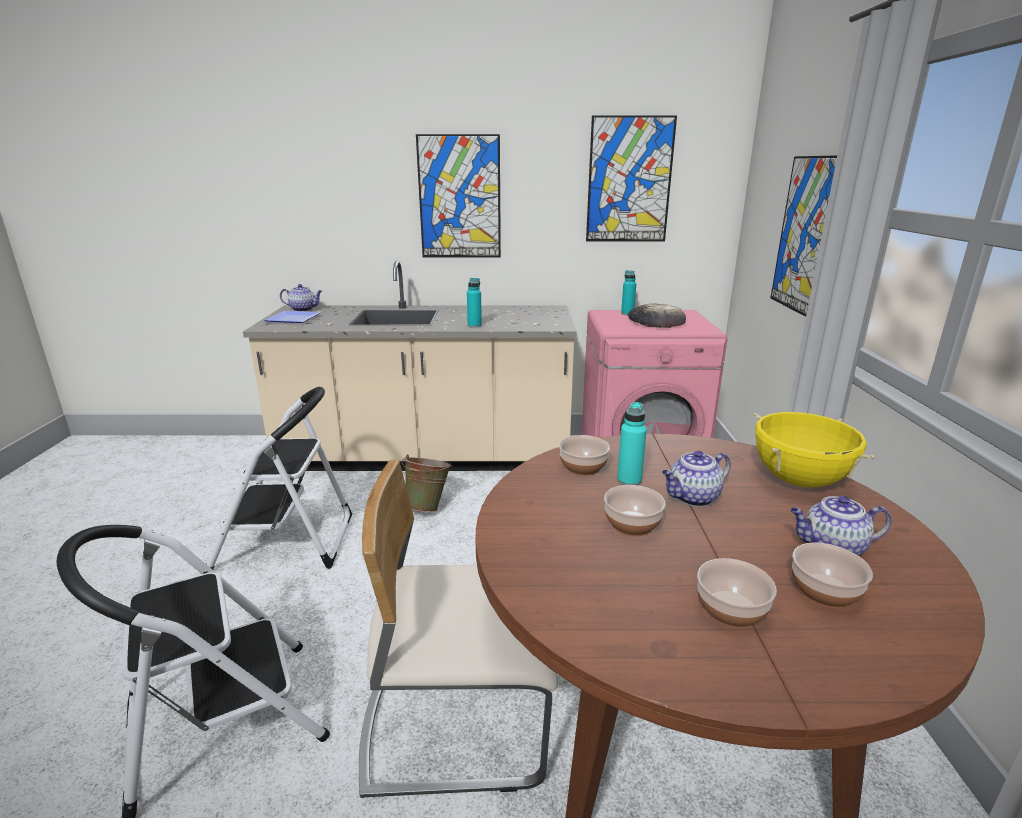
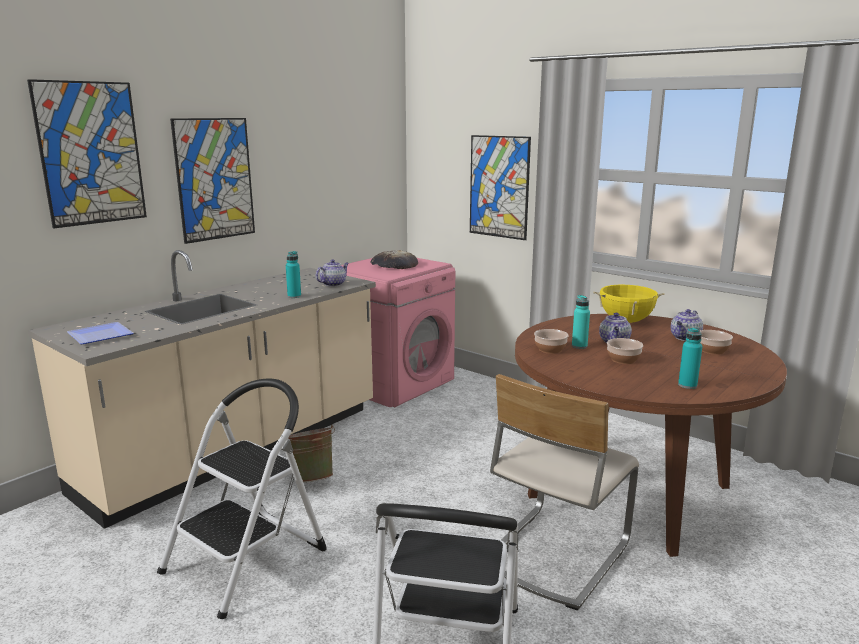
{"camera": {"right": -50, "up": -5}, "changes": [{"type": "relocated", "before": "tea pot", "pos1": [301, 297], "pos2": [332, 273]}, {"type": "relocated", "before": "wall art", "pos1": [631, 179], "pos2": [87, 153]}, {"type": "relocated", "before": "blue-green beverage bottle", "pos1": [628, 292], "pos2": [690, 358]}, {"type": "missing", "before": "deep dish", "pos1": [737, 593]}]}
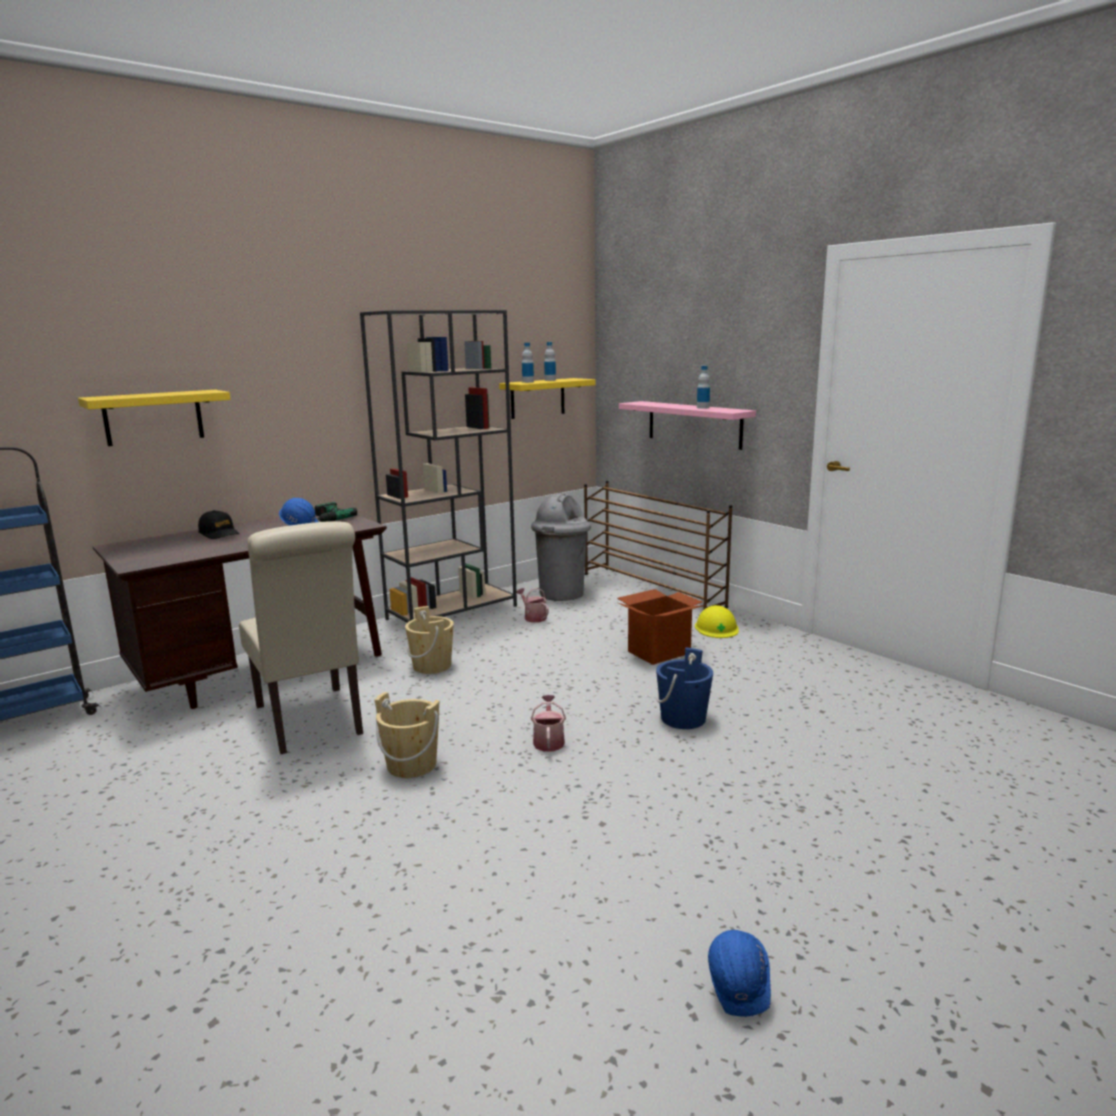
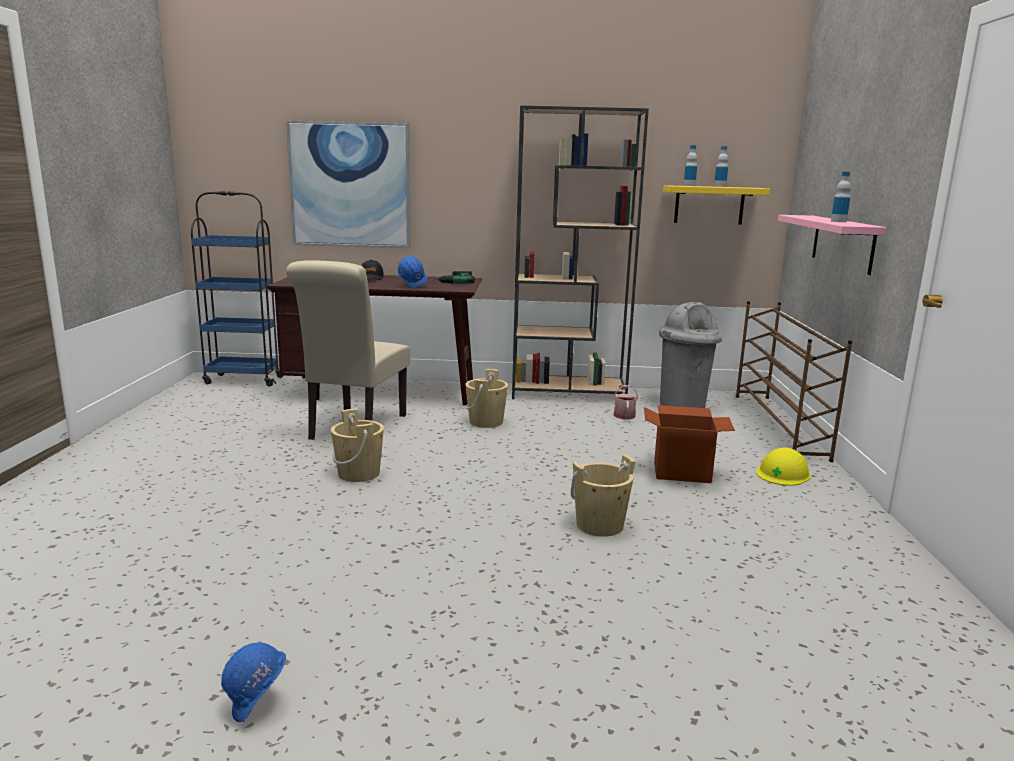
{"camera": {"right": 40, "up": 0}, "changes": [{"type": "exchanged", "before": "yellowish wall shelf", "after": "wall art", "pos1": [154, 418], "pos2": [348, 184]}, {"type": "missing", "before": "watering pot", "pos1": [548, 723]}, {"type": "colour", "before": "blue bucket", "after": "sand-coloured bucket", "pos1": [684, 688], "pos2": [603, 496]}]}
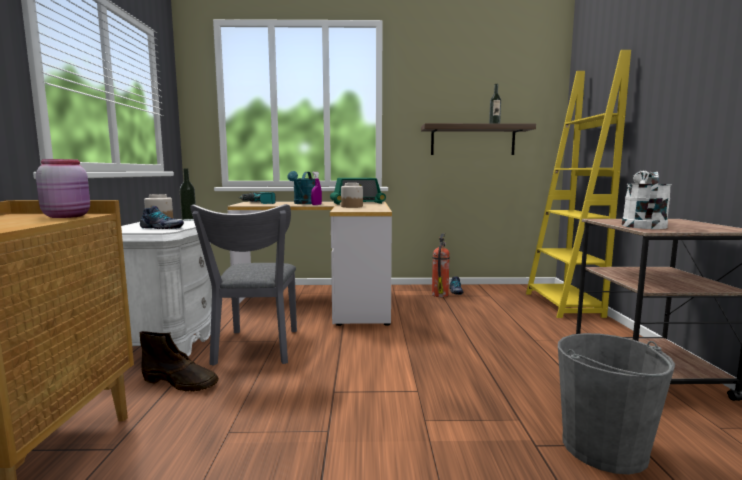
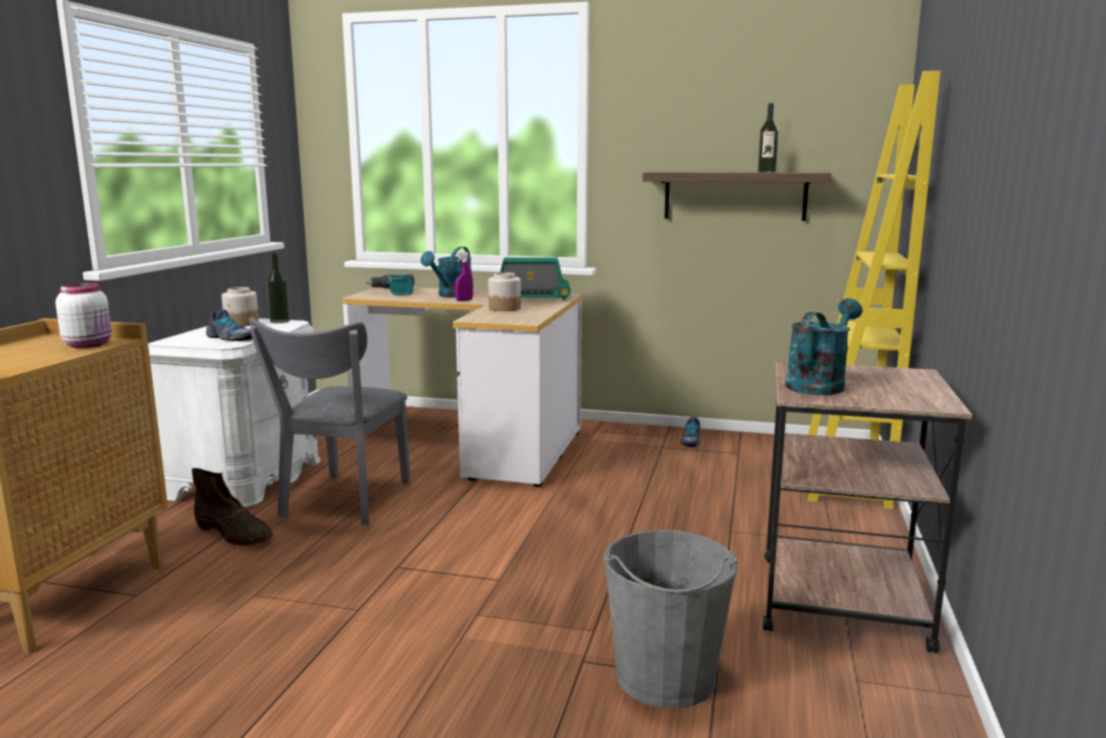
{"camera": {"right": 15, "up": 5}, "changes": [{"type": "colour", "before": "pinkish storage jar", "after": "white storage jar", "pos1": [63, 188], "pos2": [84, 315]}, {"type": "missing", "before": "fire-fighting cylinder", "pos1": [441, 265]}, {"type": "colour", "before": "white watering pot", "after": "blue-green watering pot", "pos1": [647, 200], "pos2": [824, 346]}]}
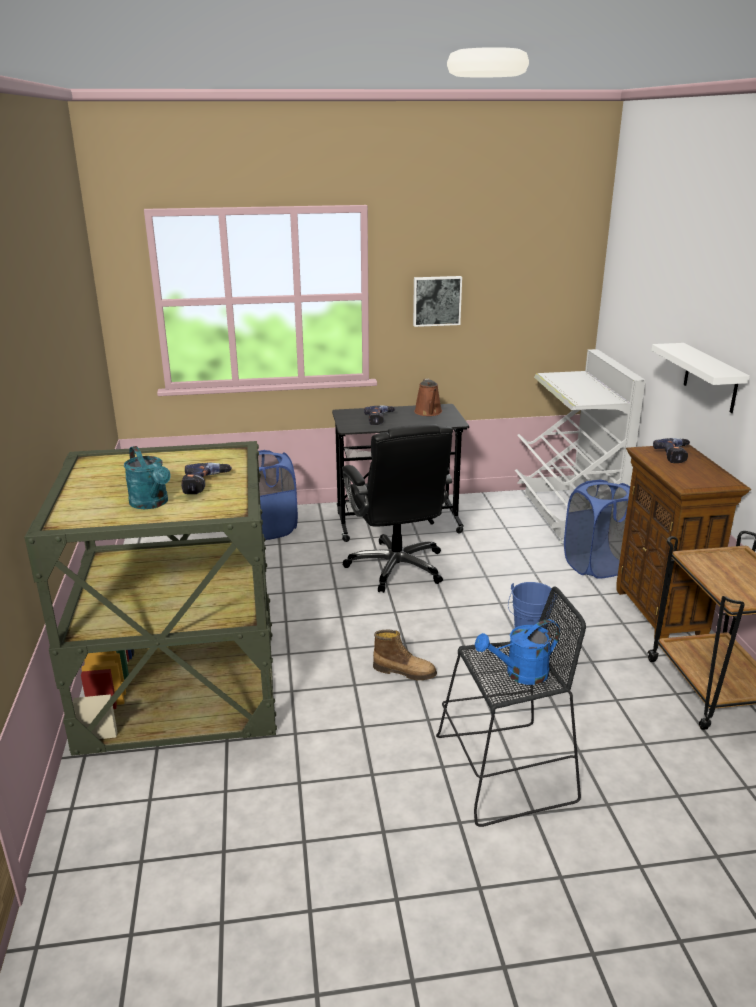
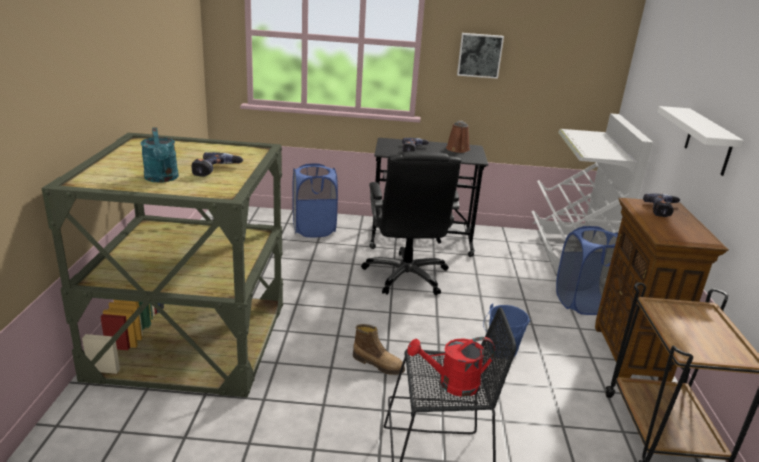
{"camera": {"right": 10, "up": 0}, "changes": [{"type": "colour", "before": "blue watering pot", "after": "red watering pot", "pos1": [517, 652], "pos2": [451, 367]}]}
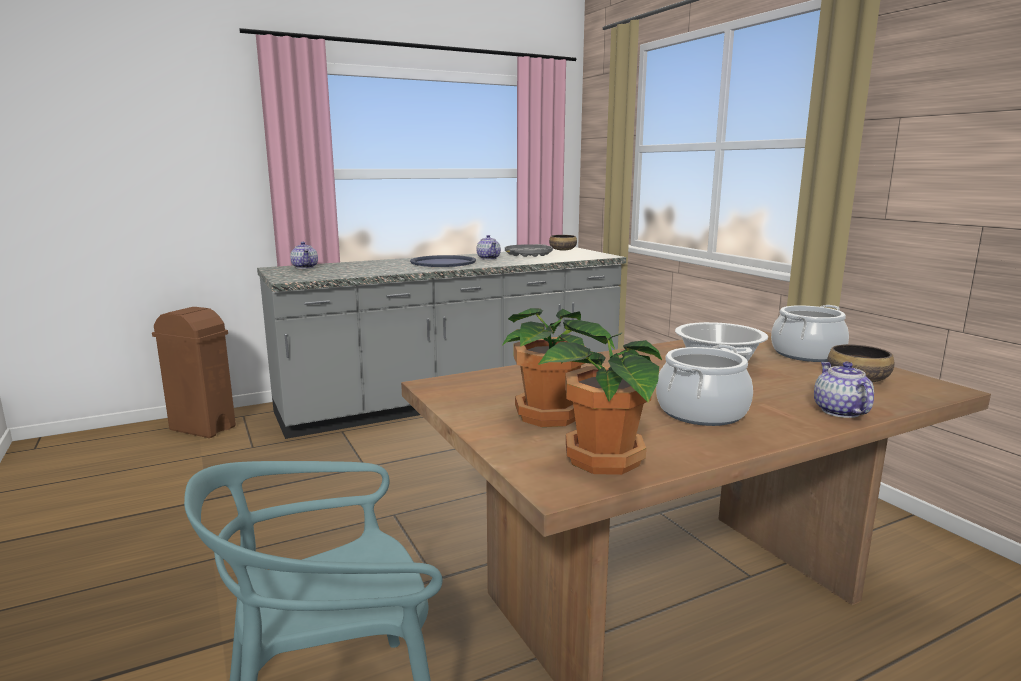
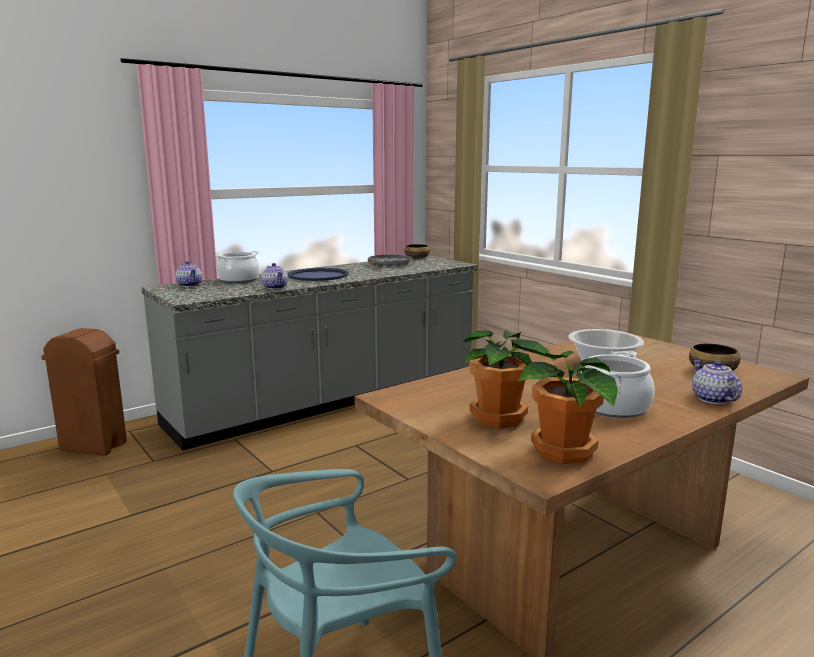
{"camera": {"right": -10, "up": 0}, "changes": [{"type": "relocated", "before": "tea pot", "pos1": [488, 247], "pos2": [274, 276]}, {"type": "relocated", "before": "cooking pot", "pos1": [810, 333], "pos2": [237, 267]}]}
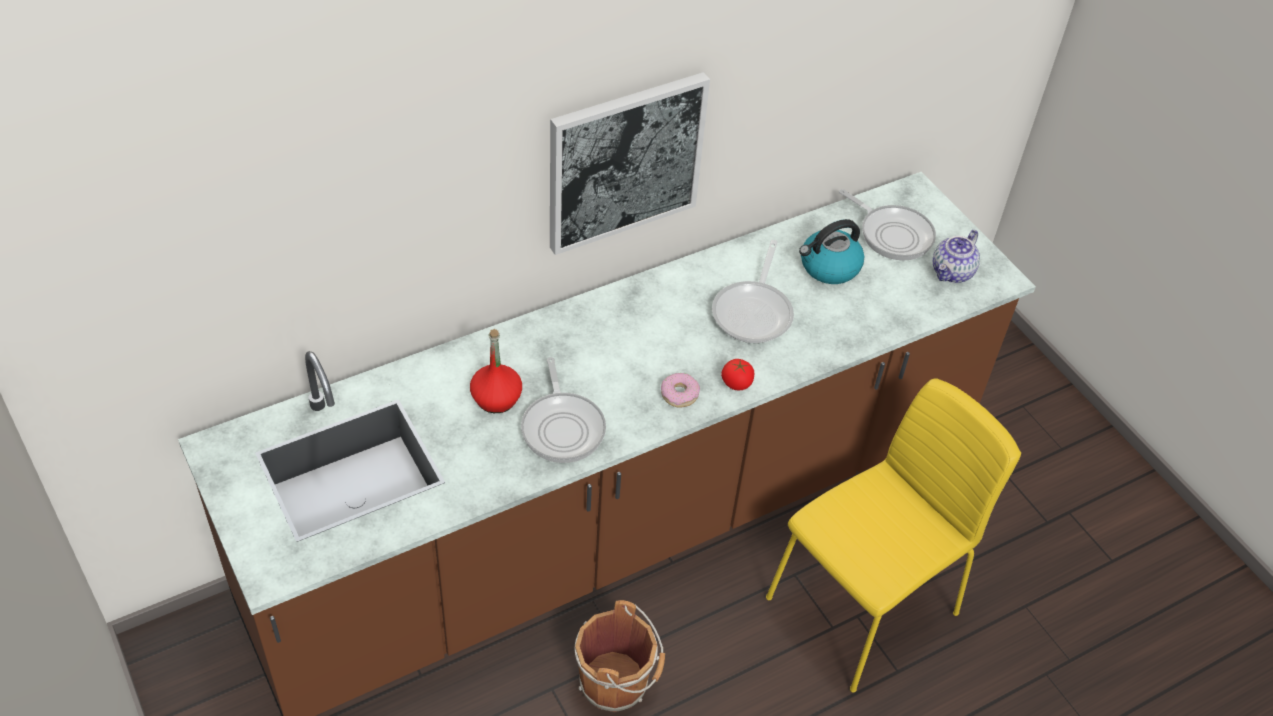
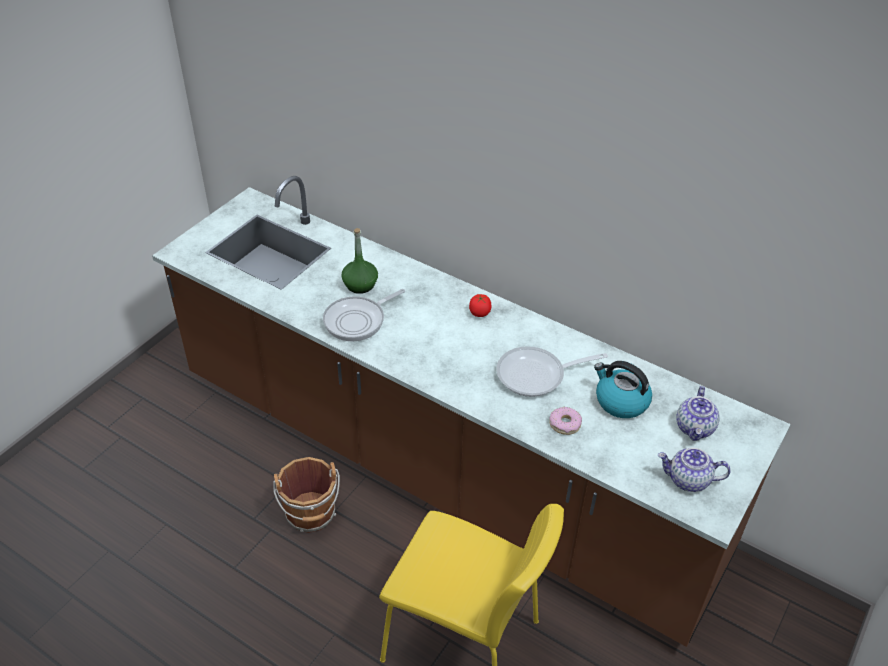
{"camera": {"right": 65, "up": -5}, "changes": [{"type": "colour", "before": "red beverage bottle", "after": "green-coloured beverage bottle", "pos1": [496, 371], "pos2": [359, 261]}, {"type": "missing", "before": "wall art", "pos1": [630, 163]}, {"type": "relocated", "before": "ring doughnut", "pos1": [680, 390], "pos2": [565, 421]}, {"type": "relocated", "before": "tomato", "pos1": [737, 374], "pos2": [480, 305]}, {"type": "exchanged", "before": "skillet", "after": "tea pot", "pos1": [887, 225], "pos2": [698, 413]}]}
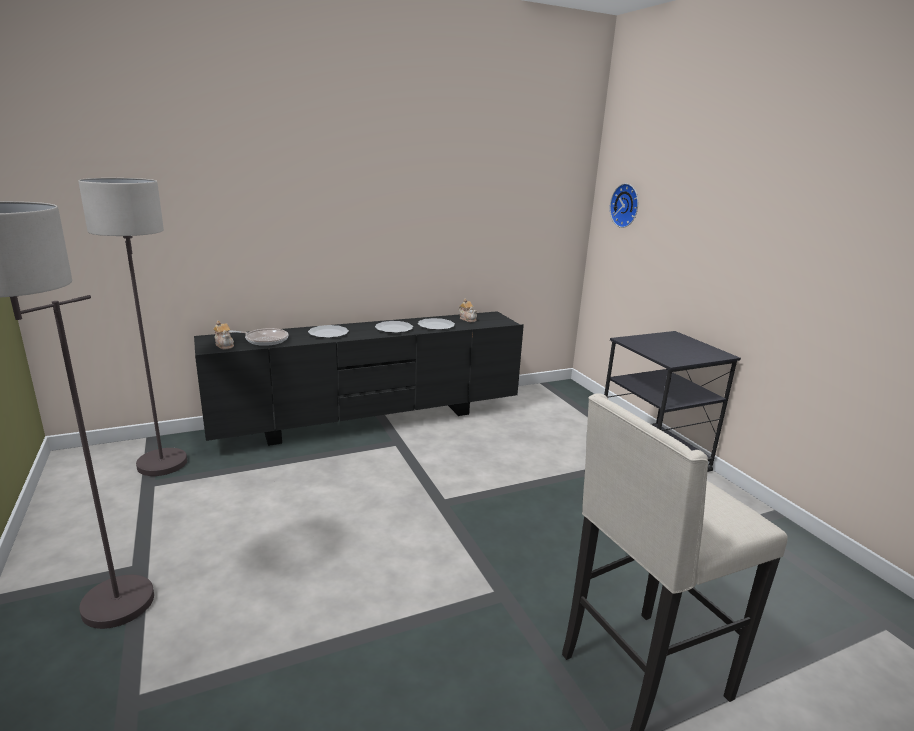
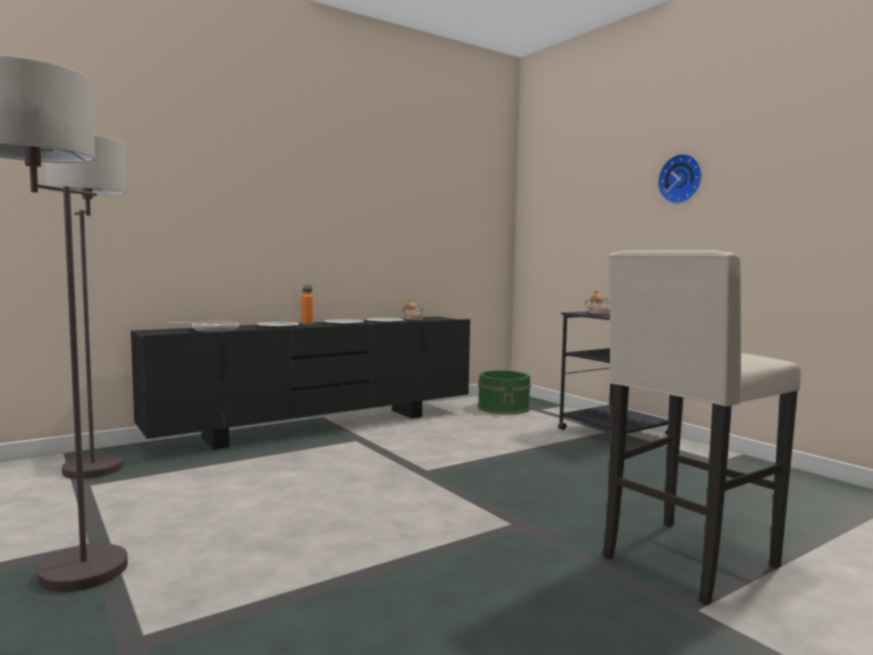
{"camera": {"right": -10, "up": -15}, "changes": [{"type": "relocated", "before": "tea pot", "pos1": [223, 335], "pos2": [597, 302]}, {"type": "relocated", "before": "wall clock", "pos1": [624, 205], "pos2": [680, 179]}, {"type": "appeared", "after": "orange-coloured beverage bottle", "pos2": [307, 305]}, {"type": "appeared", "after": "green-coloured bucket", "pos2": [504, 392]}]}
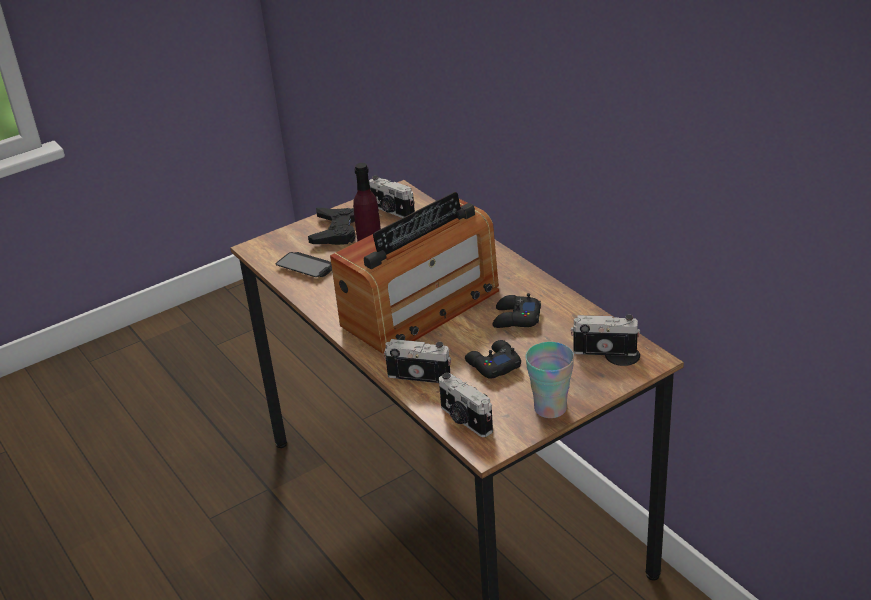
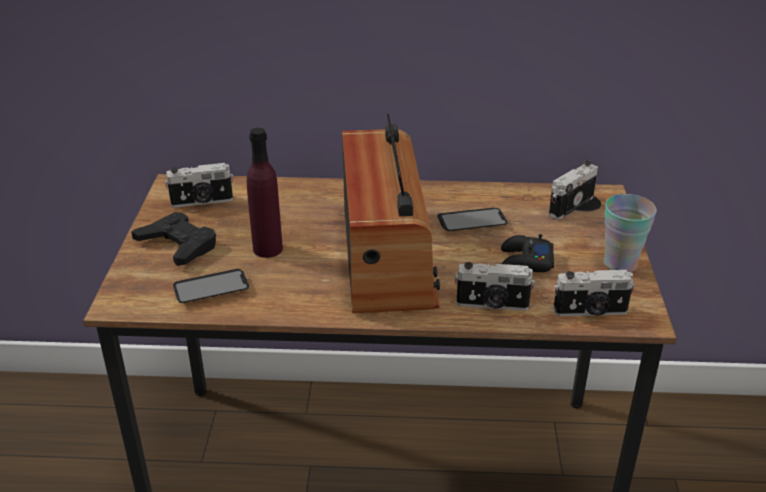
{"camera": {"right": -55, "up": 0}, "changes": [{"type": "spun", "before": "still camera", "pos1": [417, 361], "pos2": [495, 286], "turn": -135}, {"type": "exchanged", "before": "black joypad", "after": "phone", "pos1": [517, 310], "pos2": [472, 219]}]}
